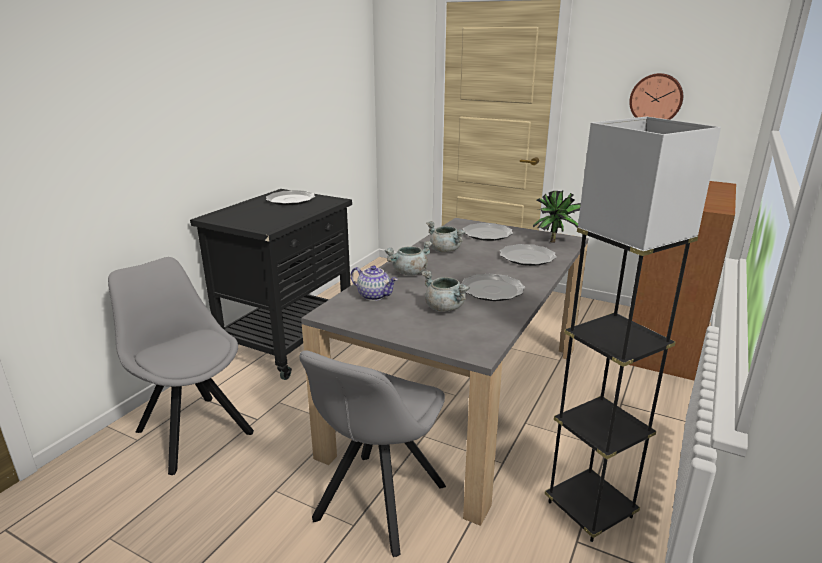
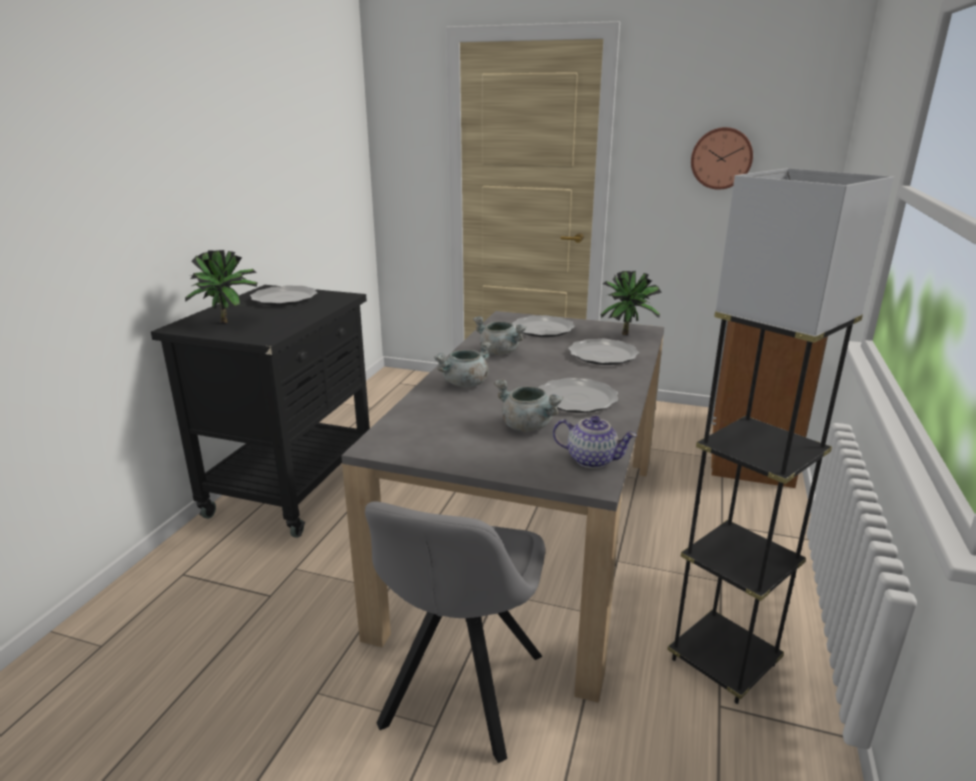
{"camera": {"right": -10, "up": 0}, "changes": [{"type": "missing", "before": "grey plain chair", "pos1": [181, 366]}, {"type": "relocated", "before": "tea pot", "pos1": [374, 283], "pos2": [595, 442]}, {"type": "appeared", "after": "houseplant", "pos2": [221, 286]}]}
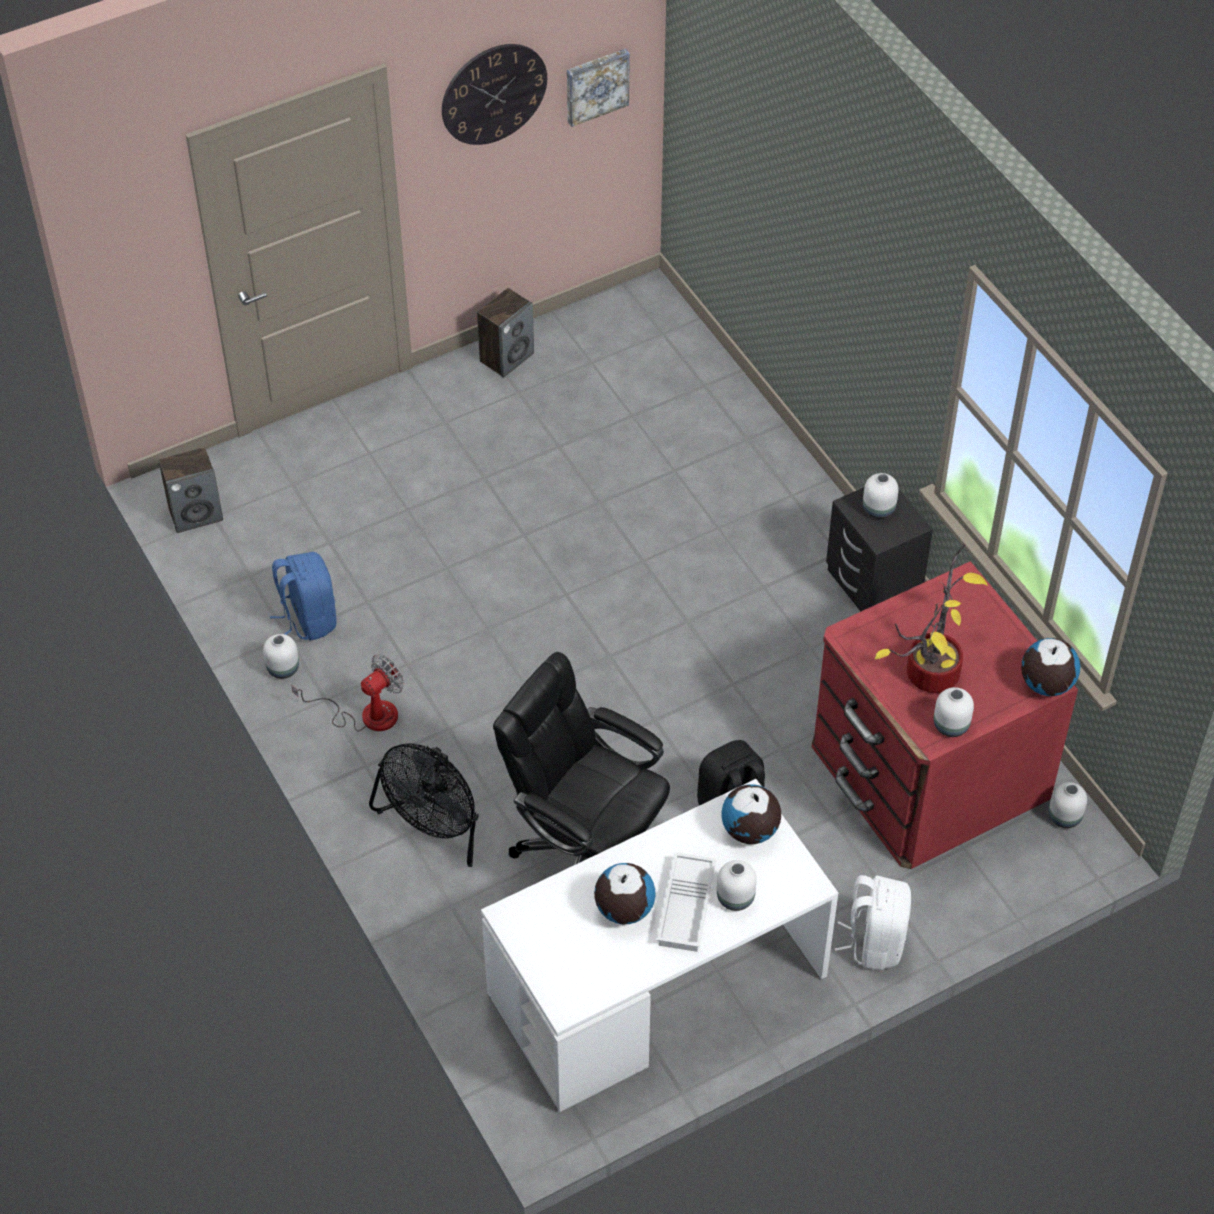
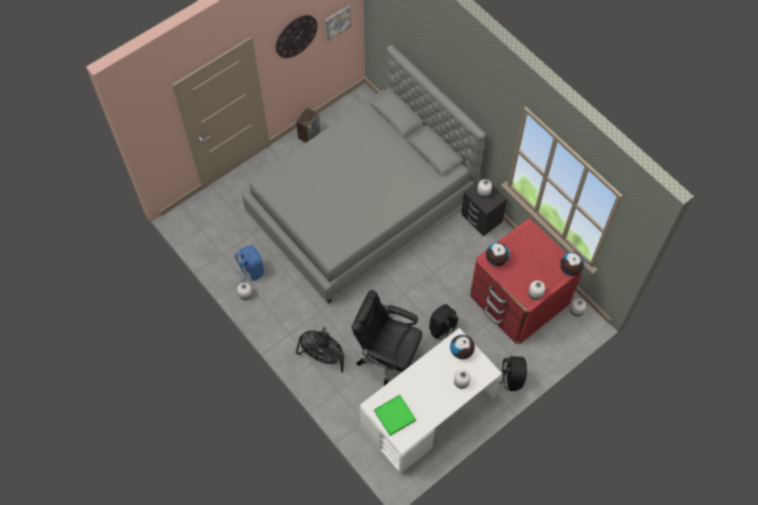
{"camera": {"right": -10, "up": 10}, "changes": [{"type": "missing", "before": "speaker", "pos1": [191, 490]}, {"type": "missing", "before": "fan", "pos1": [347, 692]}, {"type": "relocated", "before": "desk globe", "pos1": [625, 893], "pos2": [498, 254]}, {"type": "missing", "before": "white serving tray", "pos1": [686, 902]}, {"type": "colour", "before": "white backpack", "after": "black backpack", "pos1": [873, 922], "pos2": [513, 373]}, {"type": "missing", "before": "houseplant", "pos1": [931, 618]}, {"type": "appeared", "after": "grey bed", "pos2": [363, 174]}, {"type": "appeared", "after": "green-coloured serving tray", "pos2": [395, 415]}]}
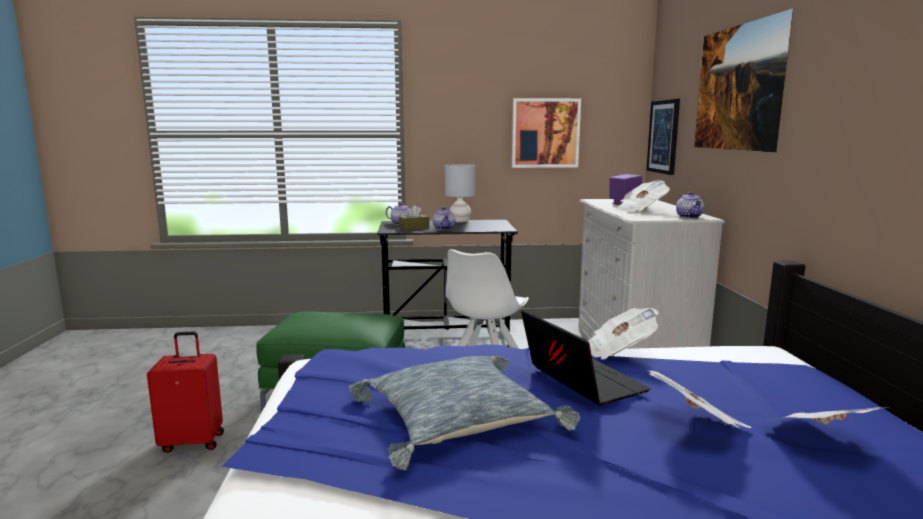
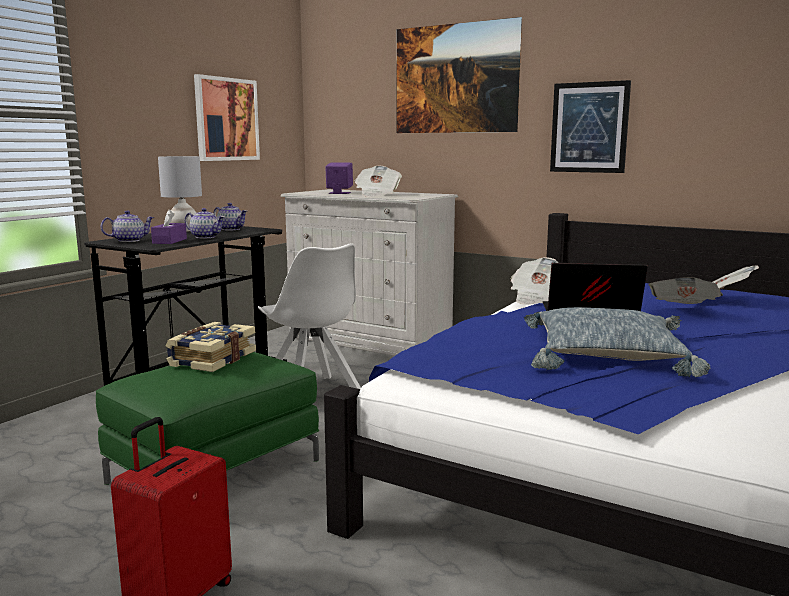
{"camera": {"right": -55, "up": 0}, "changes": [{"type": "colour", "before": "brown-coloured tissue box", "after": "purple tissue box", "pos1": [414, 217], "pos2": [169, 226]}, {"type": "relocated", "before": "wall art", "pos1": [663, 137], "pos2": [590, 126]}, {"type": "relocated", "before": "tea pot", "pos1": [690, 205], "pos2": [230, 216]}, {"type": "appeared", "after": "bound book", "pos2": [211, 347]}]}
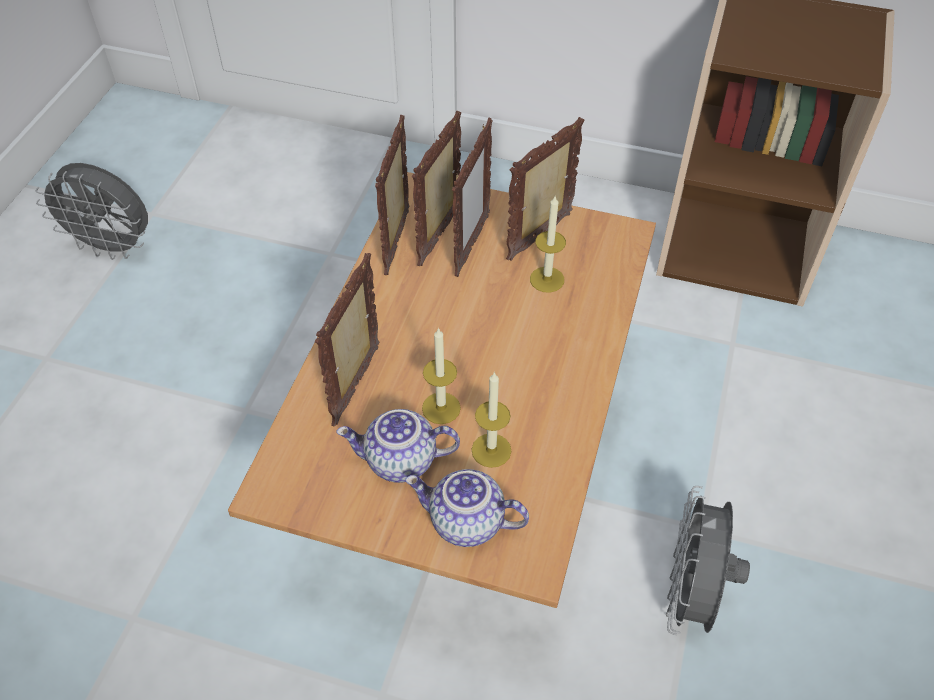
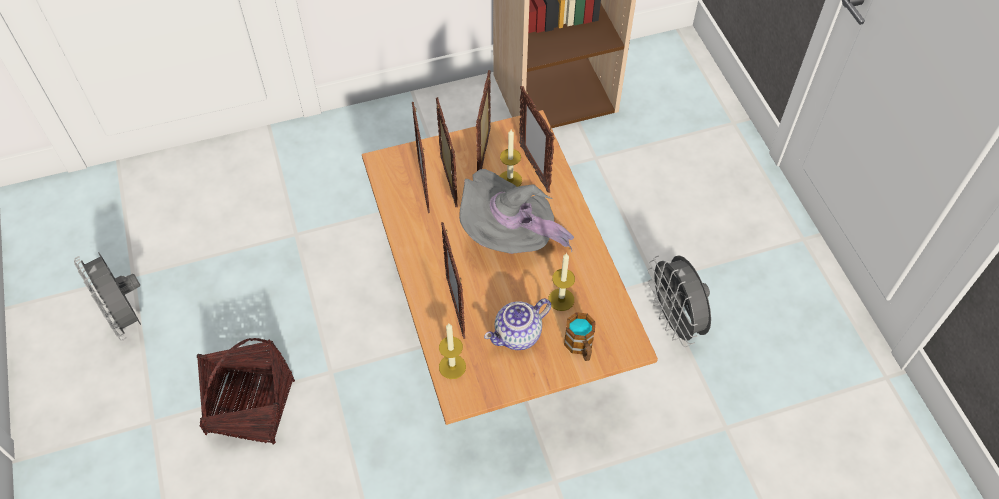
{"camera": {"right": -35, "up": 5}, "changes": [{"type": "spun", "before": "grey fan", "pos1": [92, 211], "pos2": [107, 296], "turn": 75}, {"type": "relocated", "before": "picture frame", "pos1": [392, 195], "pos2": [537, 139]}, {"type": "exchanged", "before": "tea pot", "after": "mug", "pos1": [467, 508], "pos2": [580, 336]}, {"type": "relocated", "before": "candle", "pos1": [441, 375], "pos2": [452, 351]}, {"type": "appeared", "after": "basket", "pos2": [246, 391]}, {"type": "appeared", "after": "grey clothing hat", "pos2": [516, 211]}]}
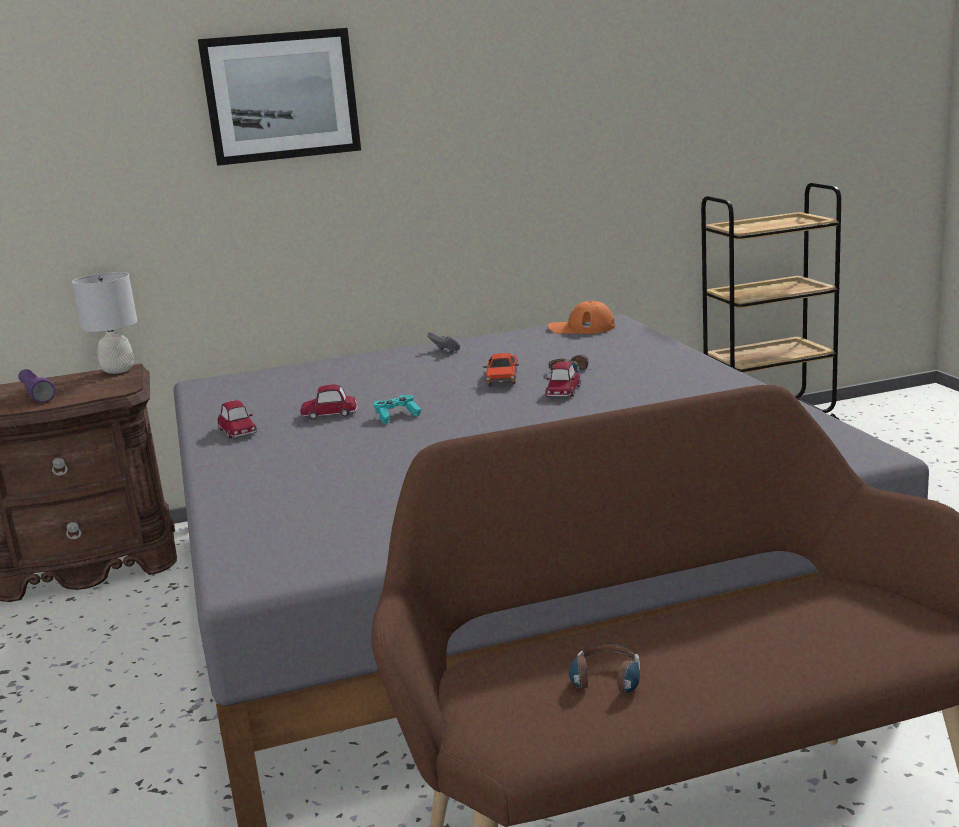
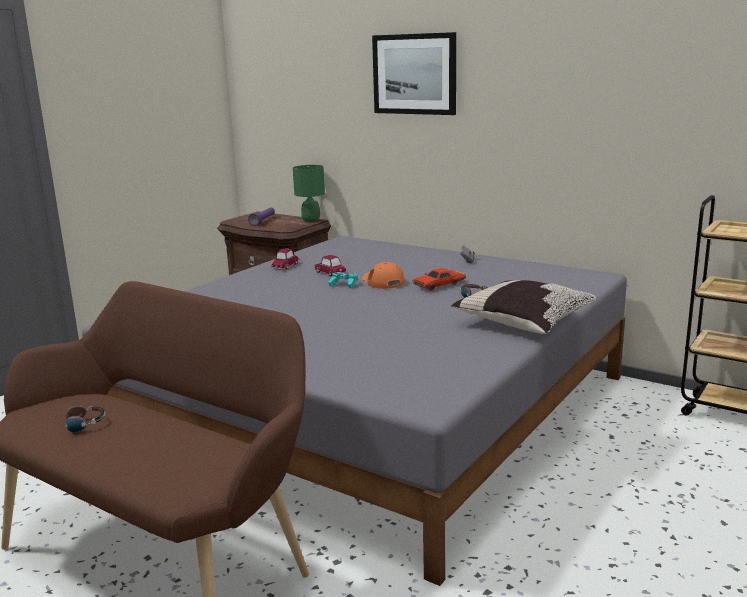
{"camera": {"right": 50, "up": 0}, "changes": [{"type": "colour", "before": "grey lamp for a table", "after": "green-coloured lamp for a table", "pos1": [104, 323], "pos2": [309, 193]}, {"type": "missing", "before": "toy car", "pos1": [563, 379]}, {"type": "relocated", "before": "orange-coloured peaked cap", "pos1": [581, 317], "pos2": [383, 275]}, {"type": "appeared", "after": "cushion", "pos2": [523, 307]}]}
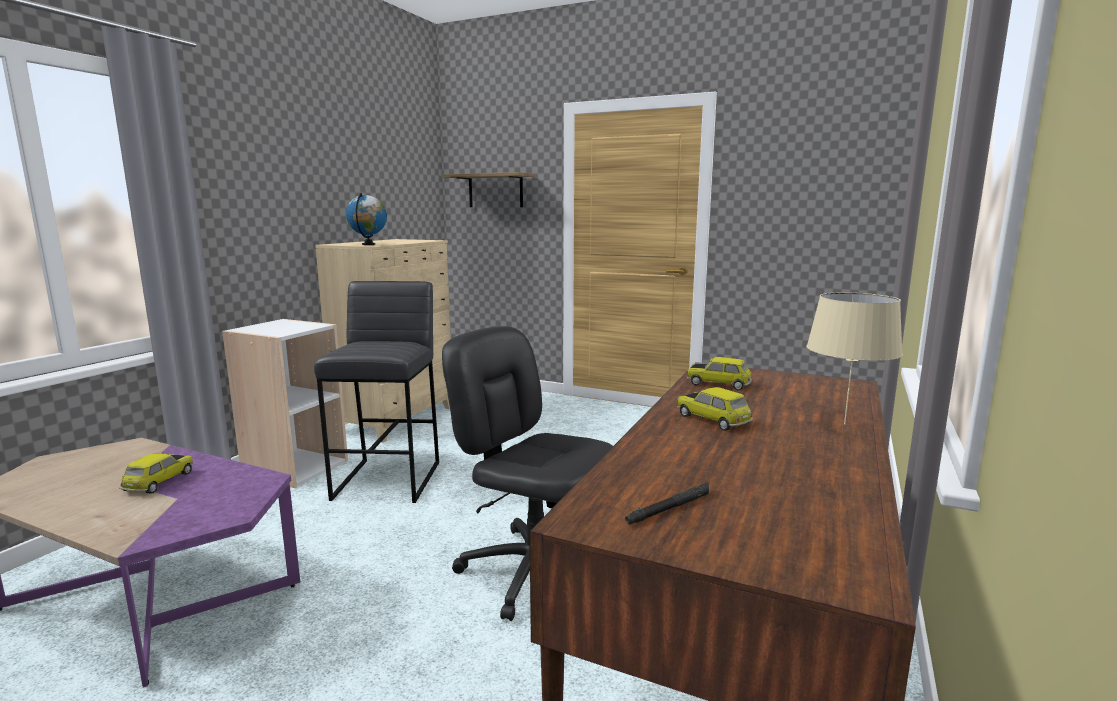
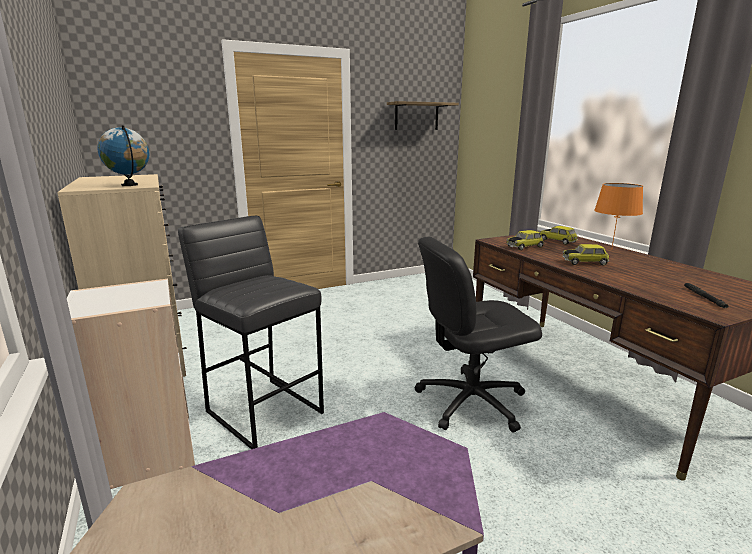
{"camera": {"right": -50, "up": 5}, "changes": [{"type": "relocated", "before": "toy car", "pos1": [156, 473], "pos2": [559, 235]}, {"type": "relocated", "before": "wall shelf", "pos1": [488, 189], "pos2": [423, 115]}, {"type": "colour", "before": "sand-coloured lamp for a table", "after": "orange-coloured lamp for a table", "pos1": [855, 358], "pos2": [618, 216]}]}
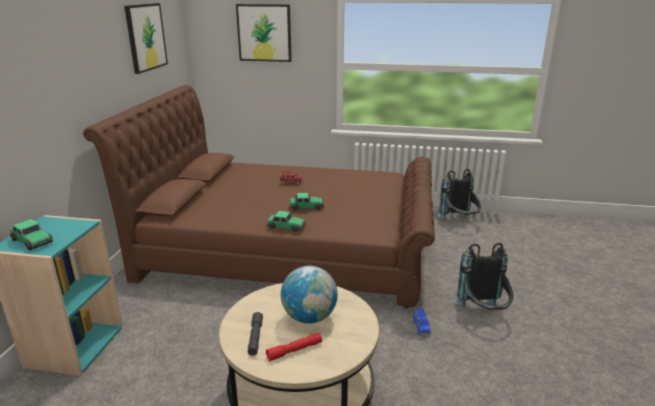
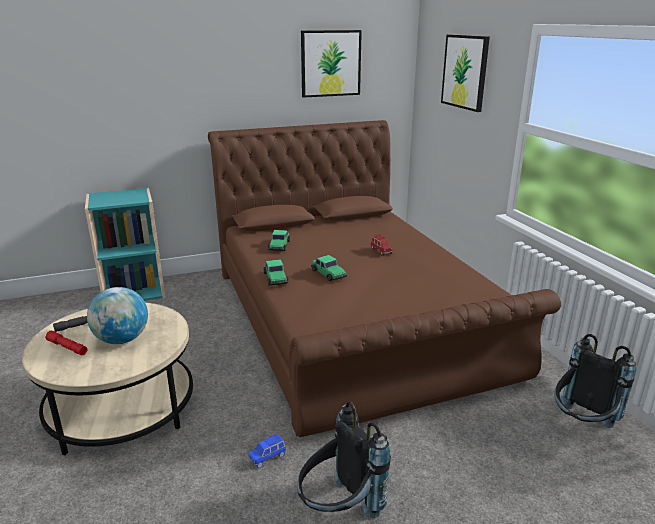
{"camera": {"right": 60, "up": 0}, "changes": [{"type": "relocated", "before": "toy car", "pos1": [31, 234], "pos2": [279, 240]}]}
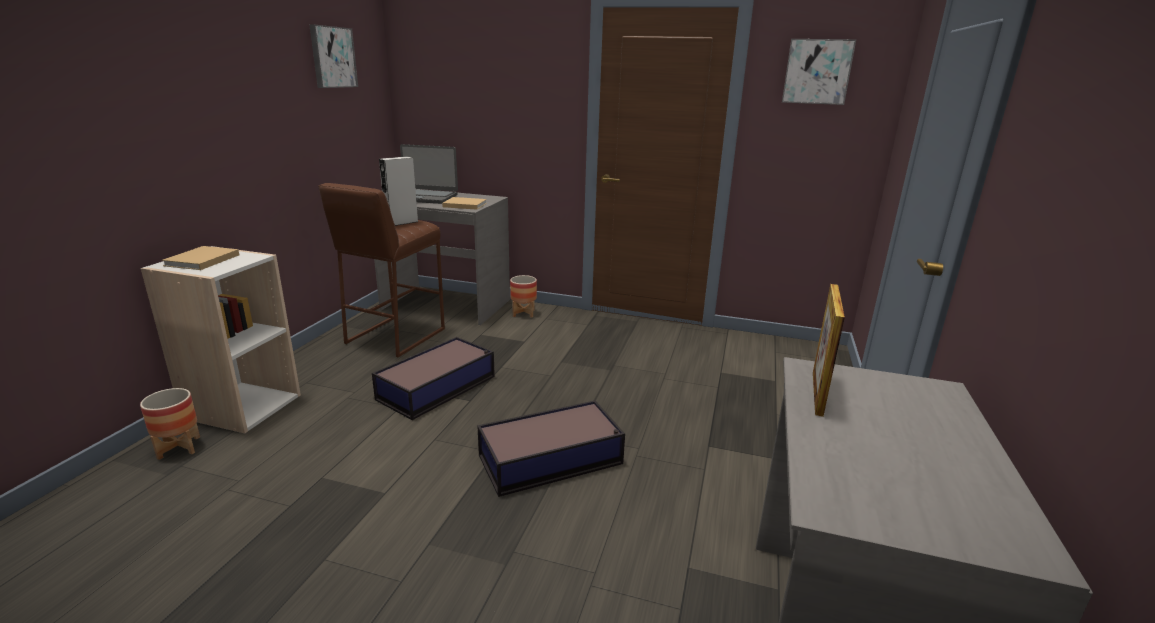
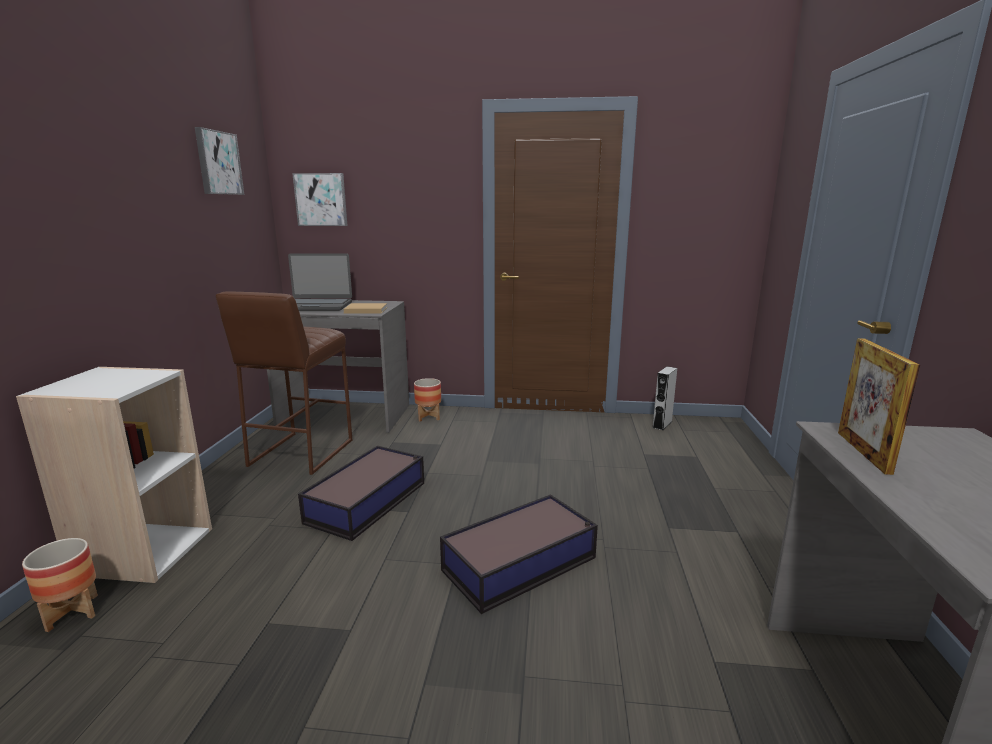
{"camera": {"right": -10, "up": -5}, "changes": [{"type": "missing", "before": "sand-coloured bound book", "pos1": [200, 258]}, {"type": "relocated", "before": "grey speaker", "pos1": [398, 191], "pos2": [664, 398]}, {"type": "relocated", "before": "wall art", "pos1": [819, 72], "pos2": [319, 199]}]}
